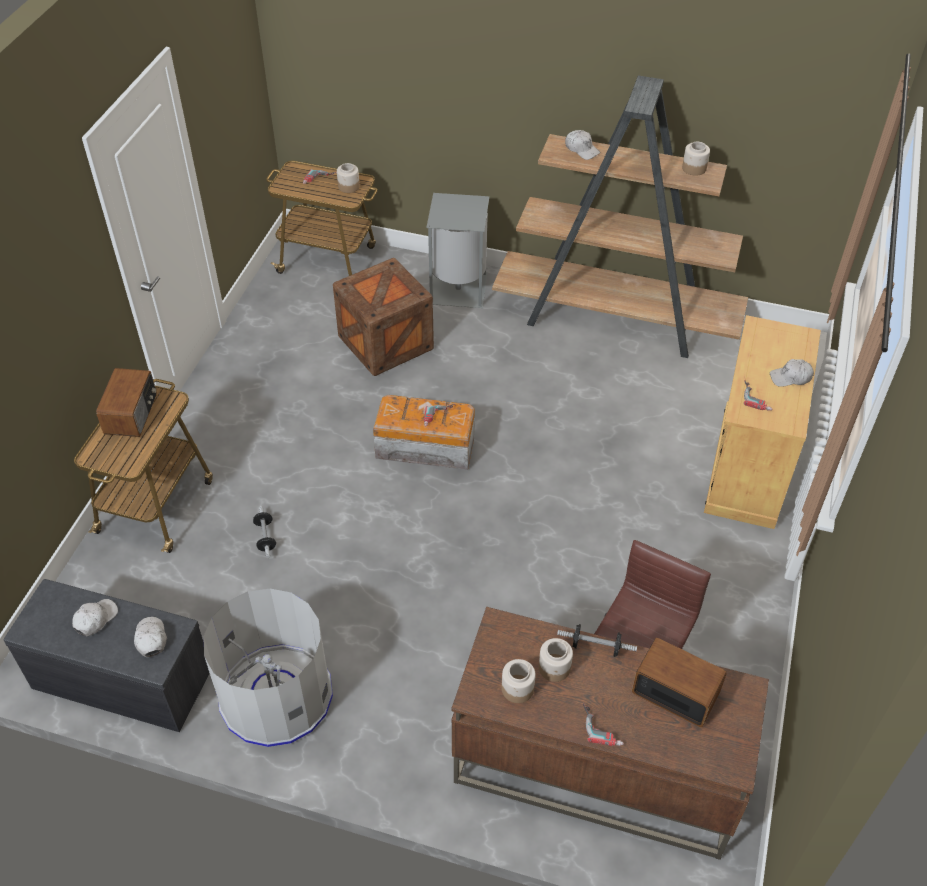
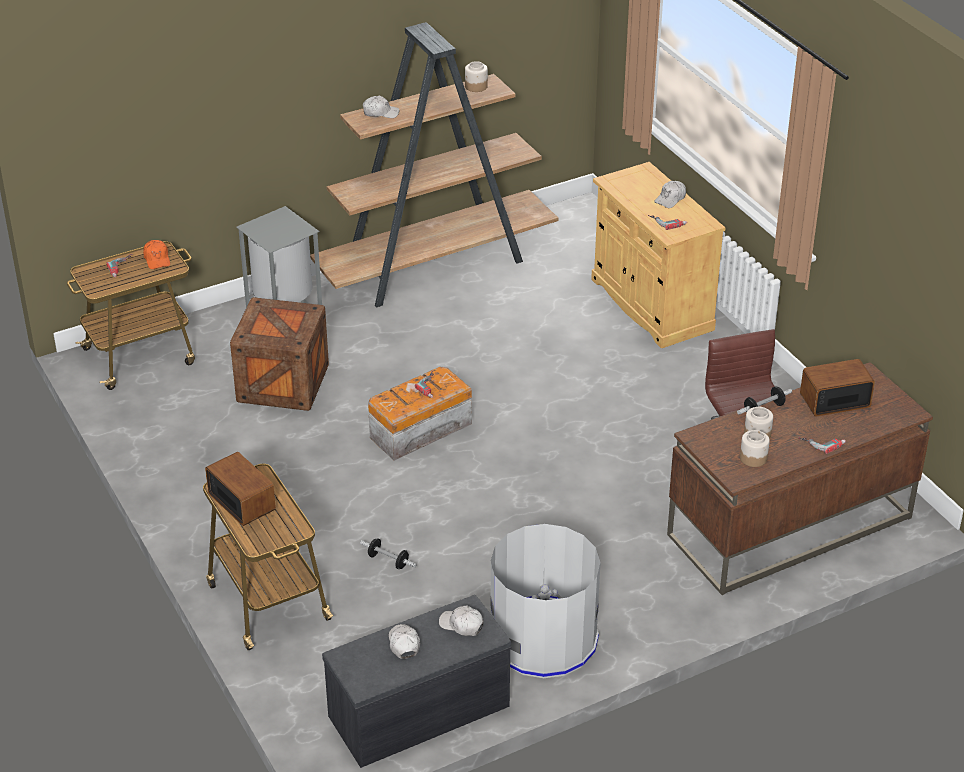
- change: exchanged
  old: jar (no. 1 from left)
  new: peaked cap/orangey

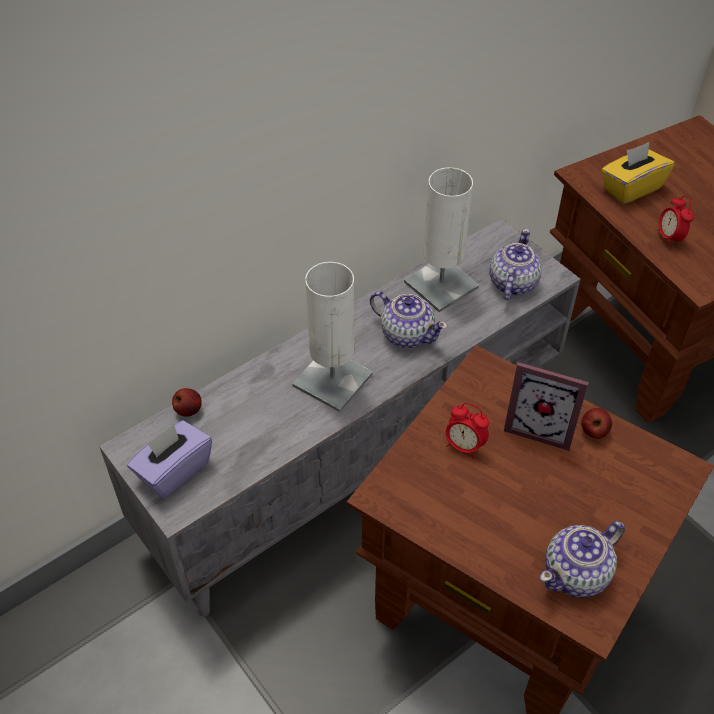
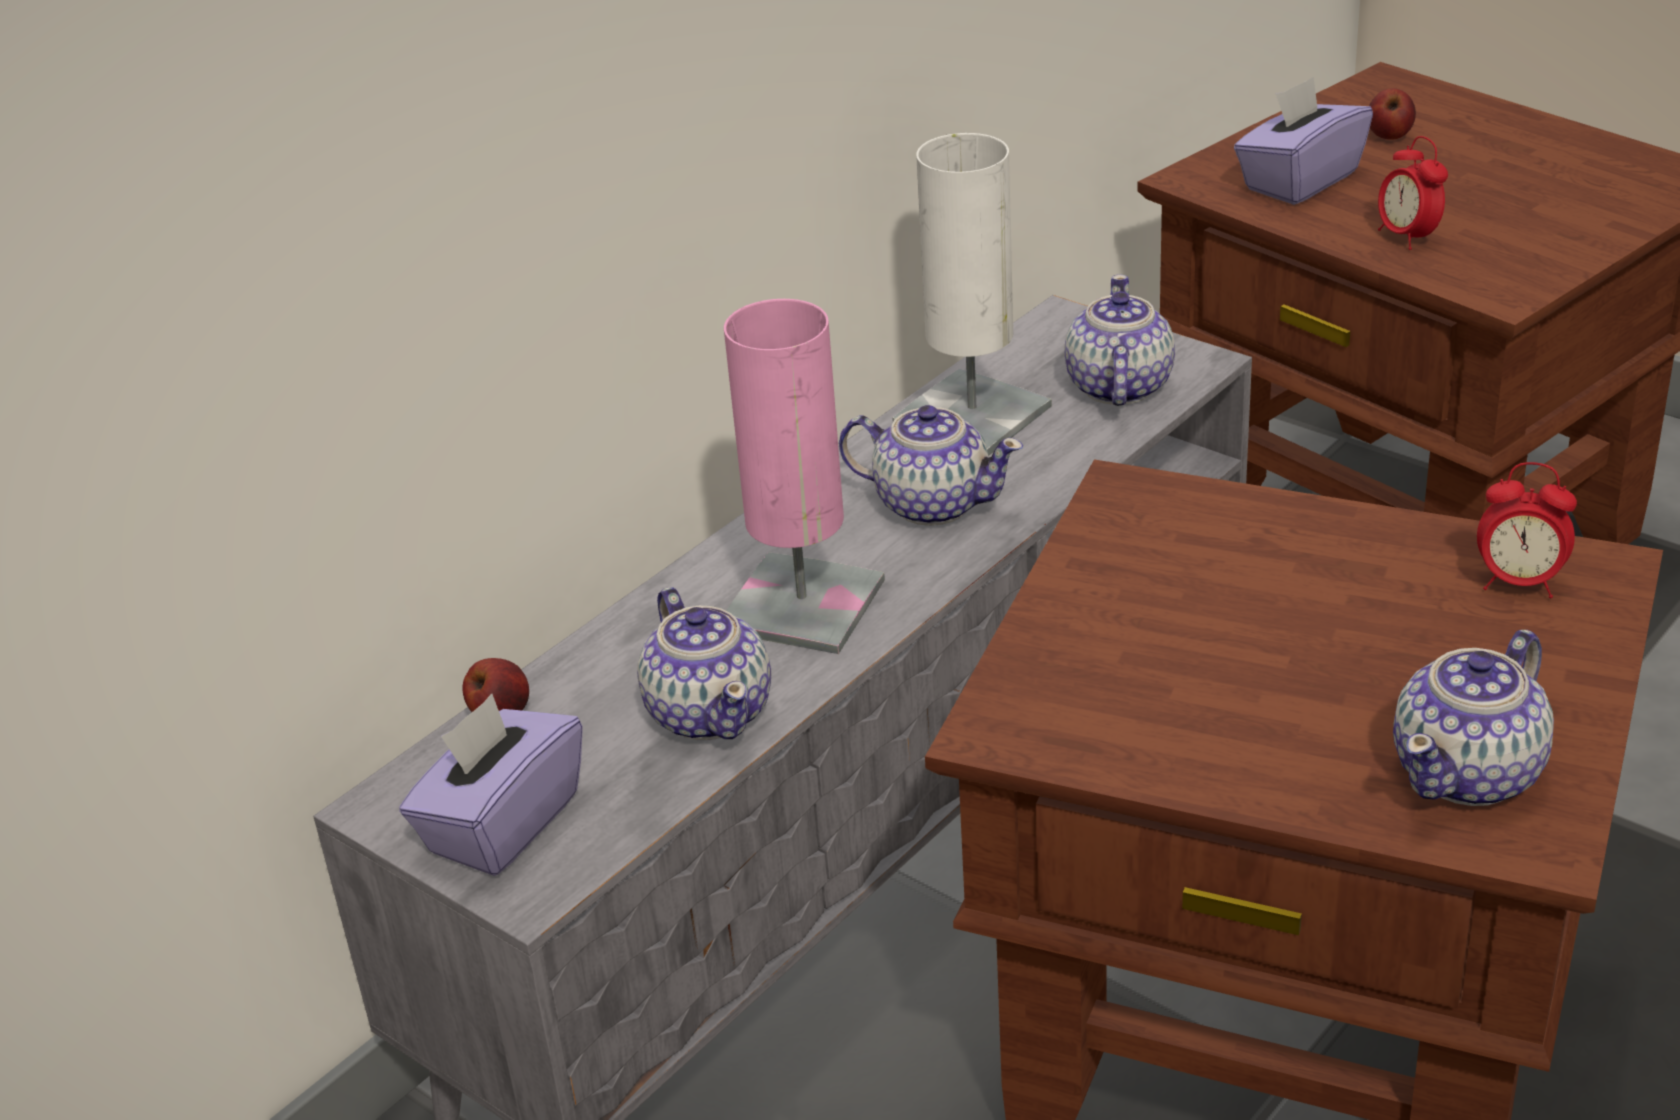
- change: missing
  old: standing frame
- change: appeared
  new: tea pot (no. 1 from left)
- change: relocated
  old: alarm clock (no. 1 from left in the first image)
  new: alarm clock (no. 2 from left)
- change: relocated
  old: apple fruit (no. 2 from left)
- change: colour
  old: lamp for a table/white-coloured (no. 1 from left)
  new: lamp for a table/pinkish
- change: colour
  old: tissue box/yellow
  new: tissue box/purple-coloured (no. 2 from left)

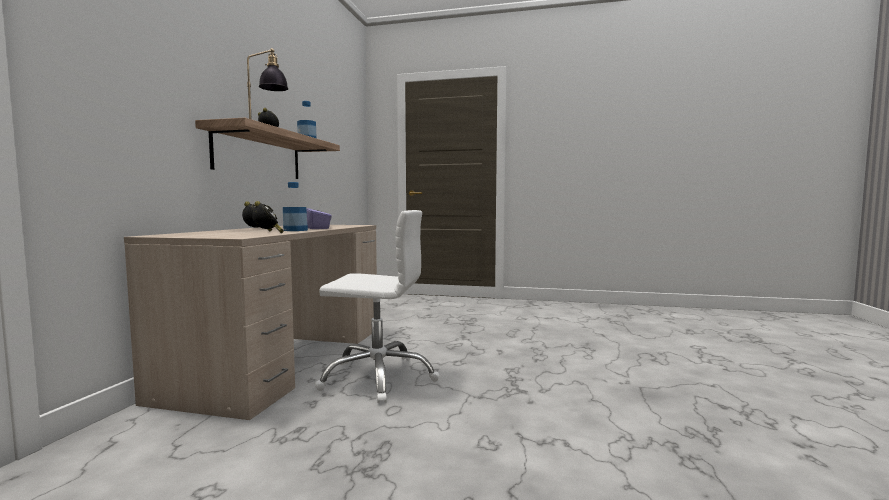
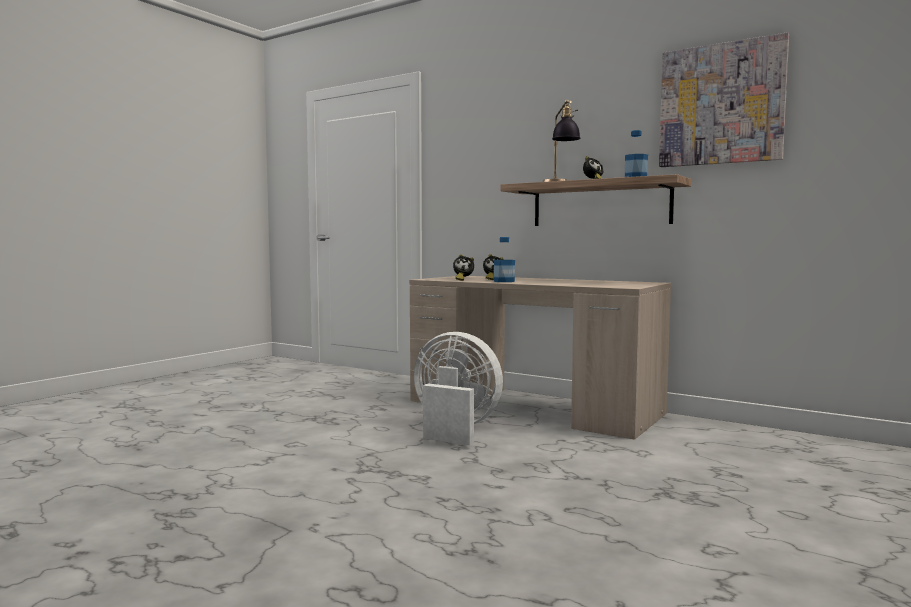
- change: missing
  old: tissue box/purple-coloured
- change: appeared
  new: wall picture
- change: exchanged
  old: office chair/white-coloured
  new: electric fan/white-coloured

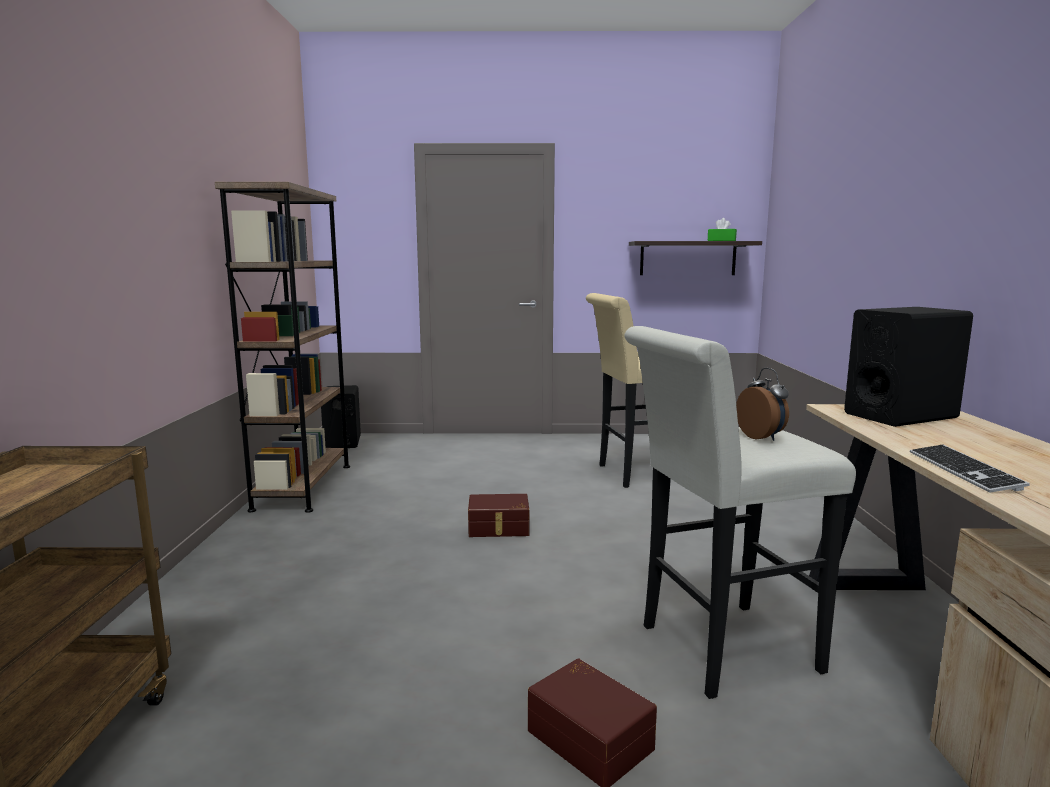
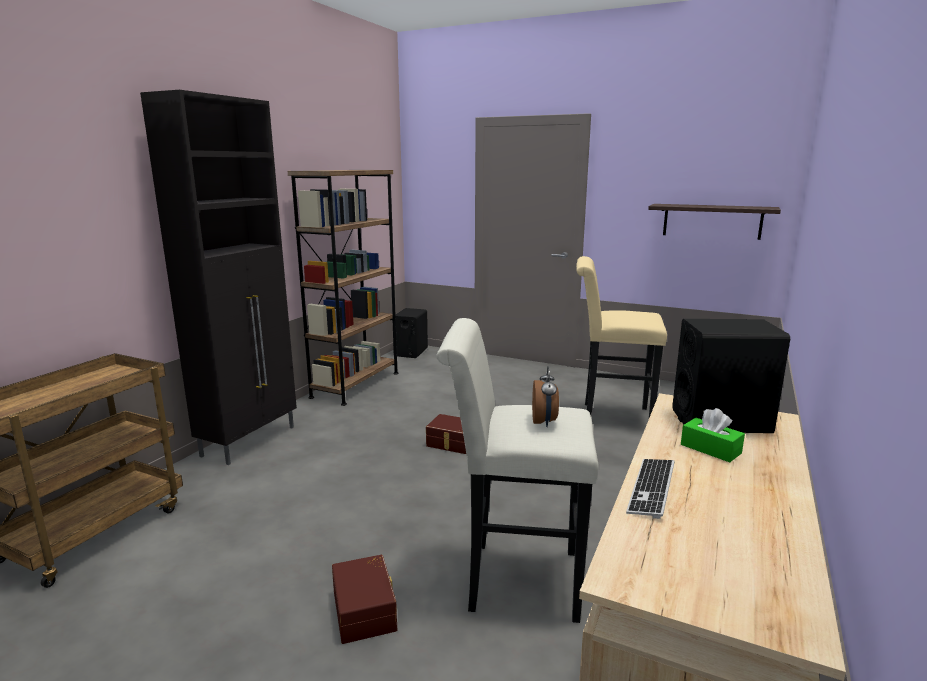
- change: appeared
  new: cupboard/black-coloured
- change: relocated
  old: tissue box/green-coloured

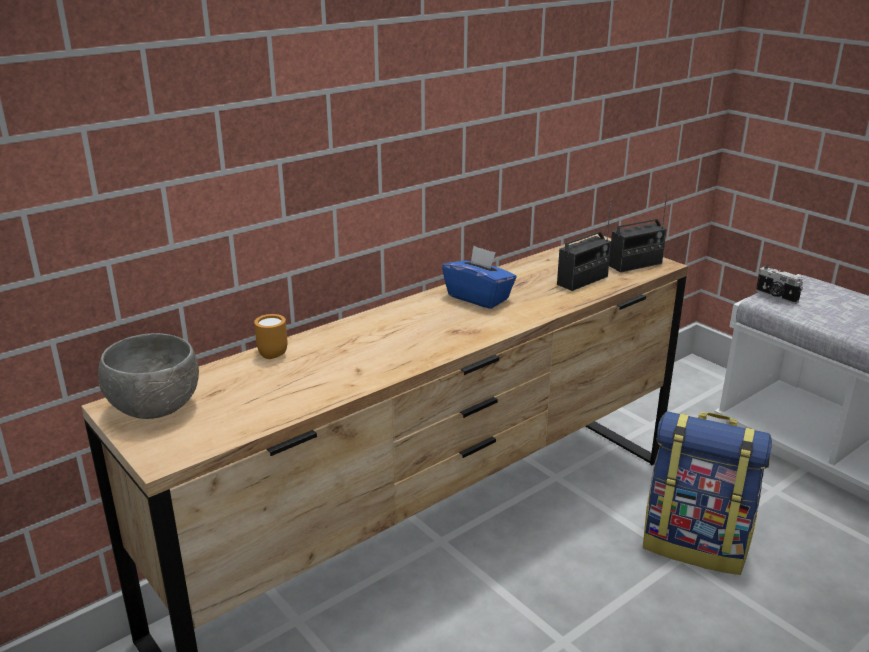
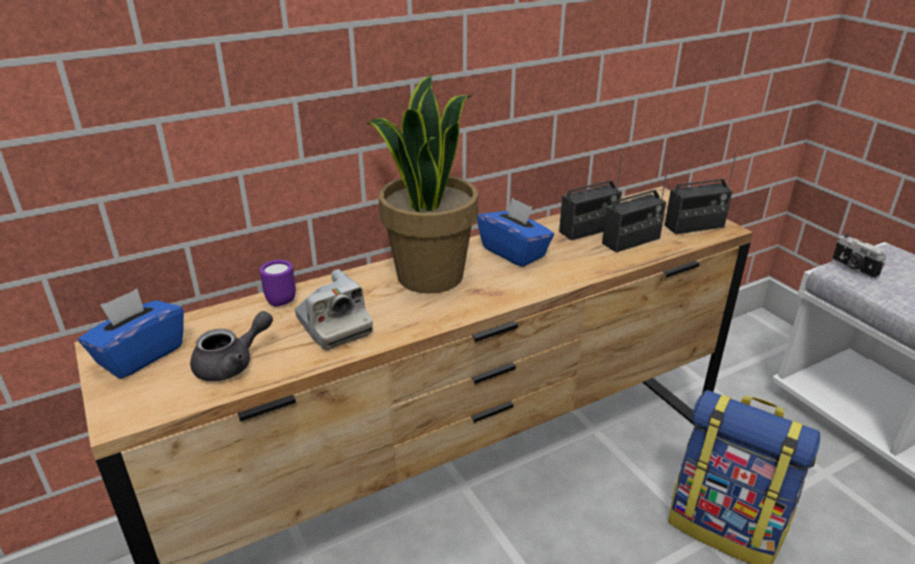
- change: appeared
  new: tea pot/greyish
- change: appeared
  new: still camera (no. 1 from left)
- change: appeared
  new: houseplant
- change: appeared
  new: radio receiver (no. 1 from left)
- change: exchanged
  old: bowl/greyish
  new: tissue box/bluish (no. 1 from left)
- change: colour
  old: coffee mug/orangey
  new: coffee mug/purple-coloured

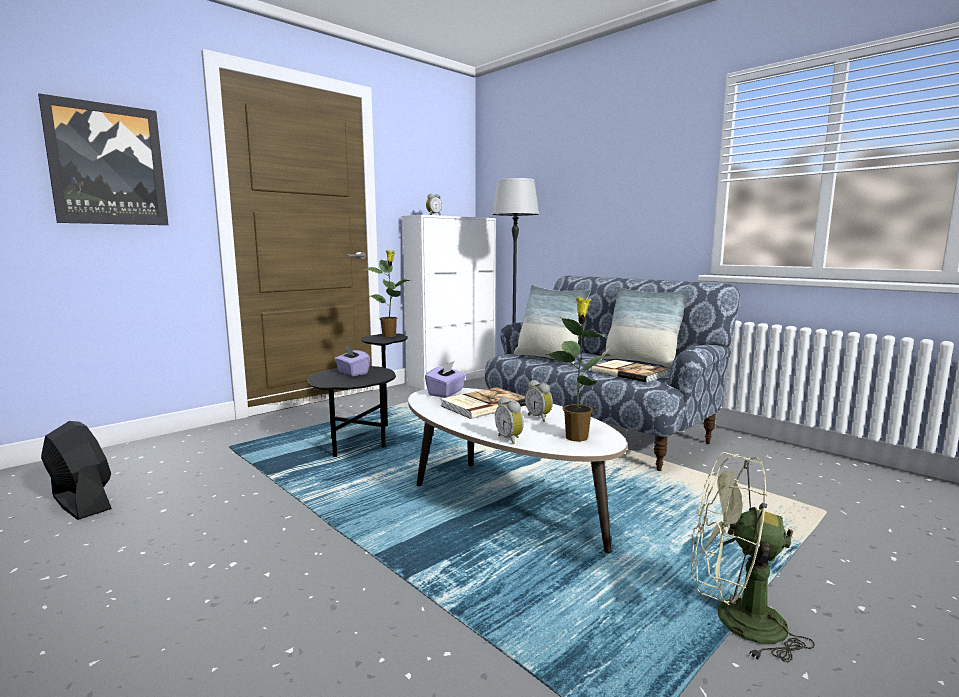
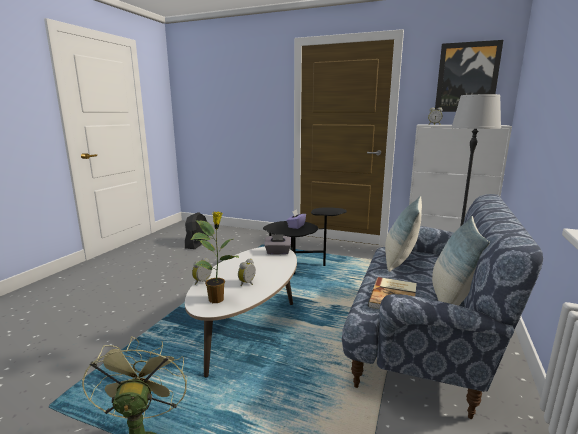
- change: missing
  old: houseplant (no. 1 from left)
- change: missing
  old: bound book (no. 1 from left)
- change: relocated
  old: wall picture
- change: colour
  old: tissue box/purple-coloured (no. 2 from left)
  new: tissue box/greyish

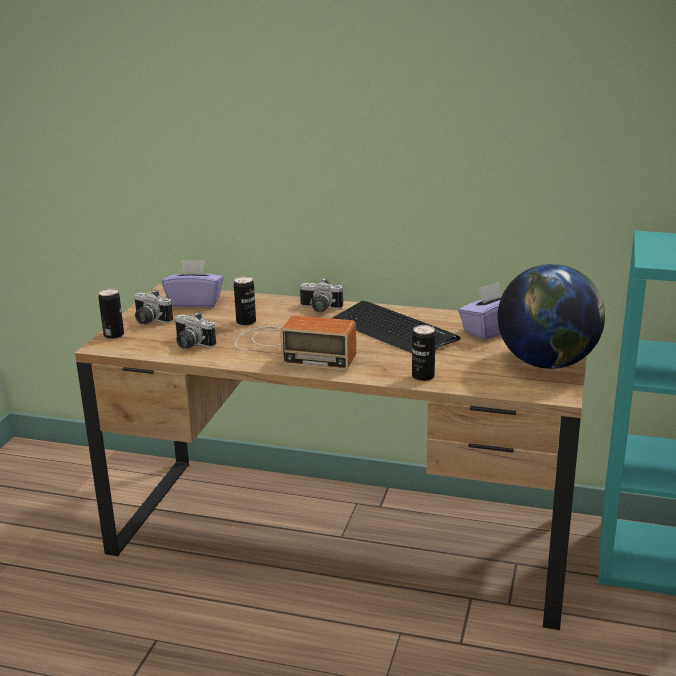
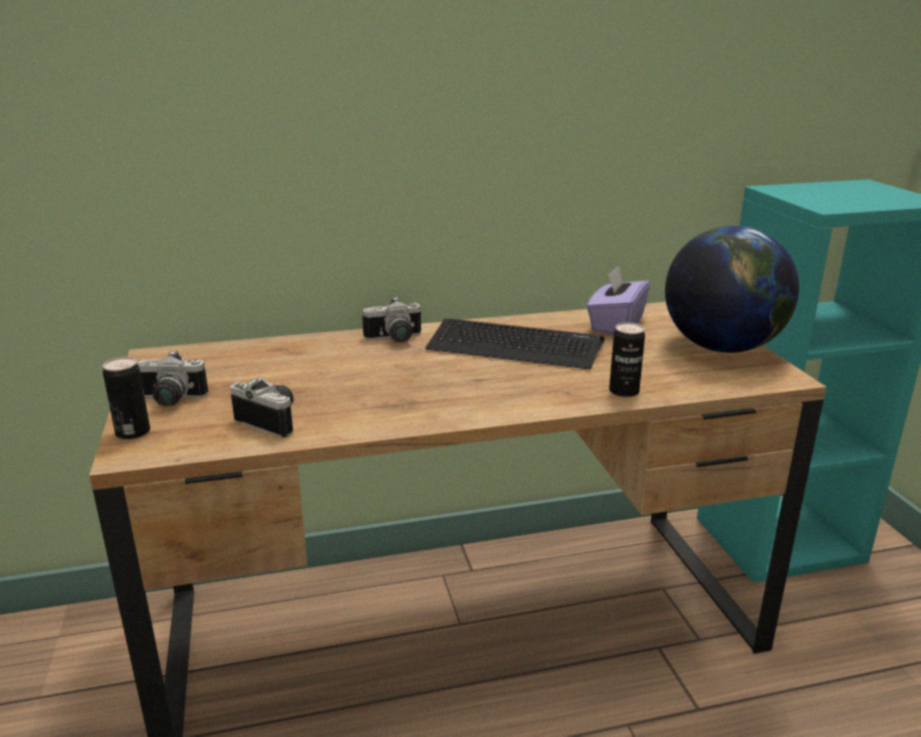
- change: missing
  old: tissue box/purple-coloured (no. 1 from left)
- change: missing
  old: metal can (no. 2 from left)
- change: missing
  old: radio receiver
- change: spun
  old: still camera (no. 2 from left)
  degrees: -150

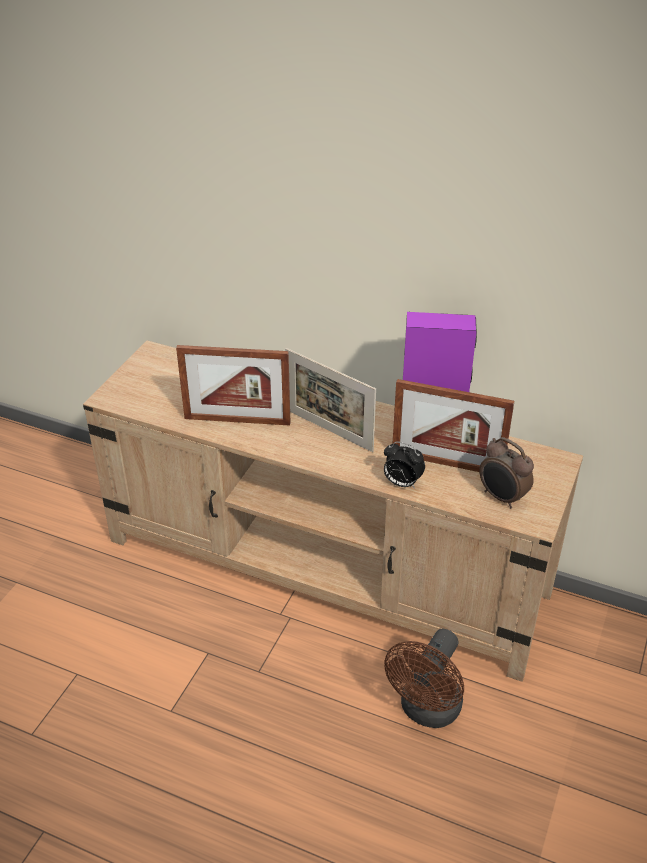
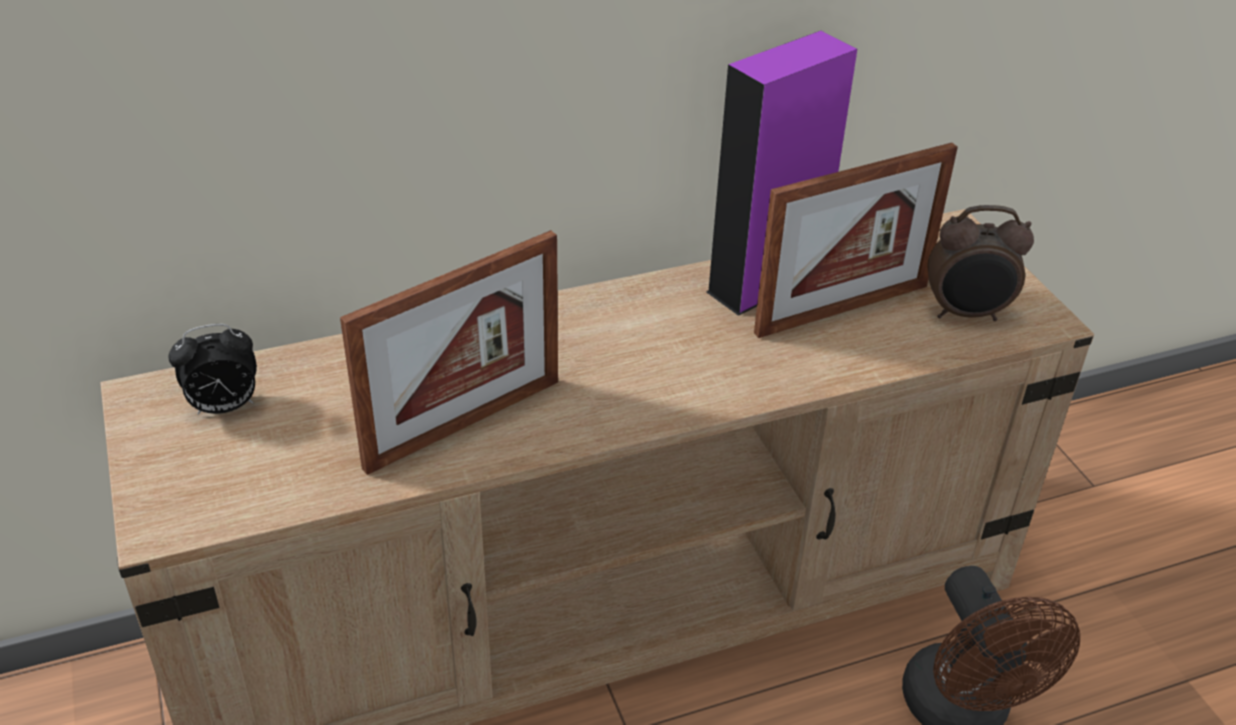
- change: missing
  old: standing frame (no. 2 from left)
- change: relocated
  old: alarm clock (no. 1 from left)

